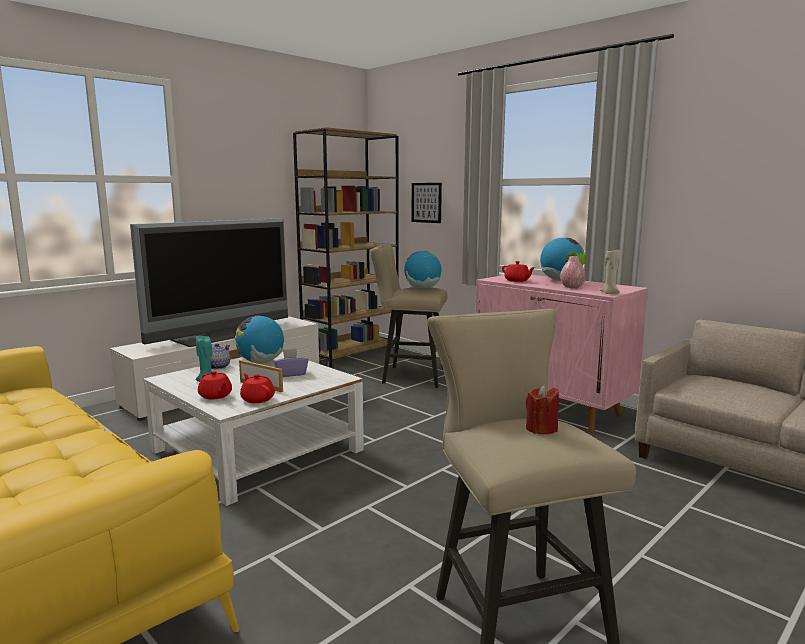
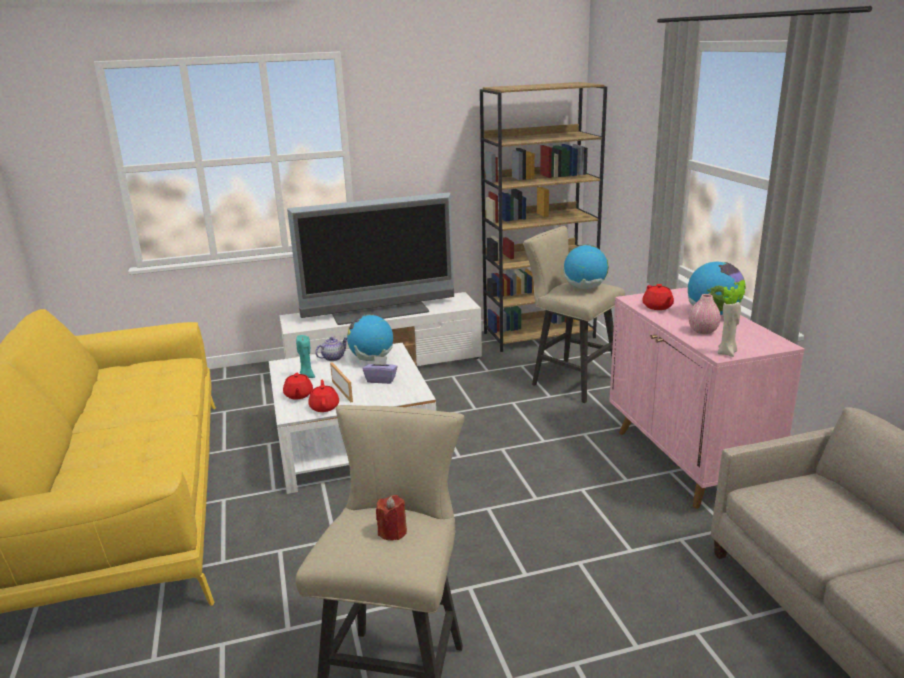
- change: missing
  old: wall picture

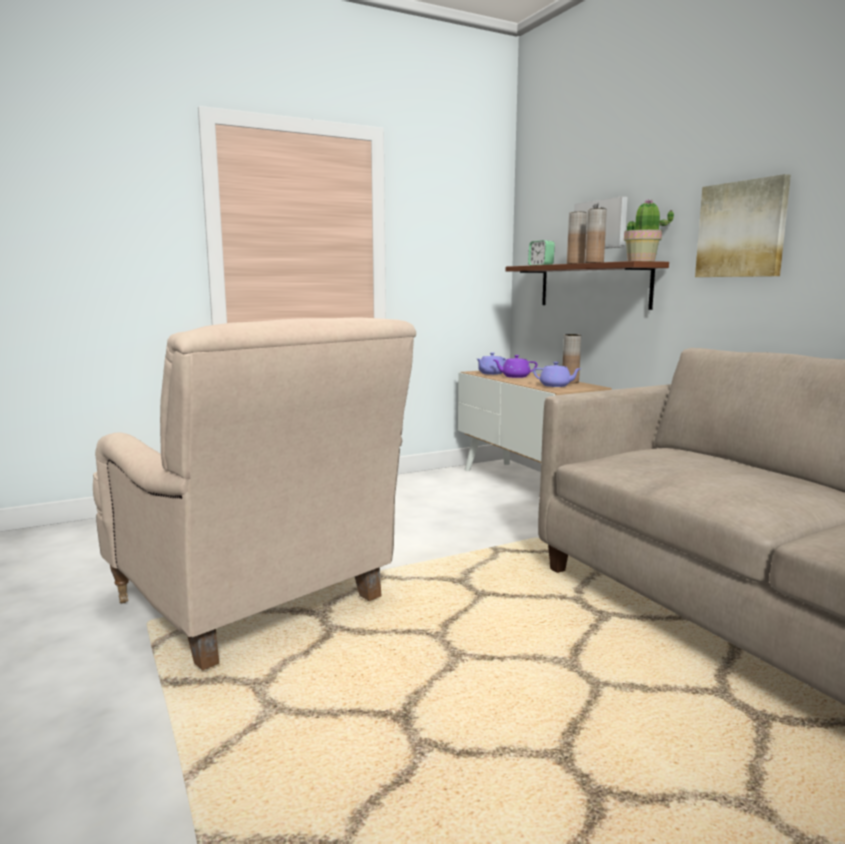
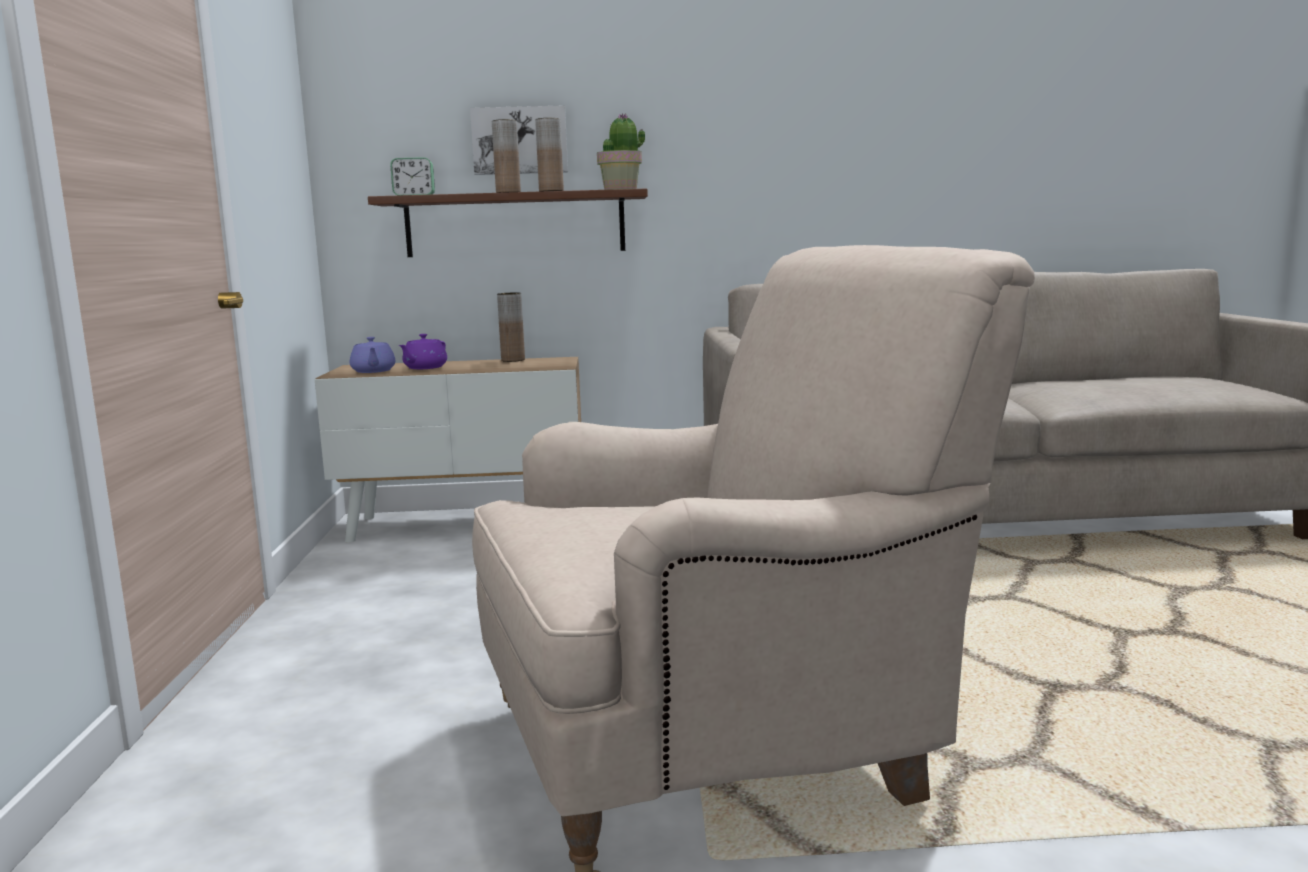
- change: missing
  old: tea pot/purple-coloured (no. 3 from left)
- change: missing
  old: wall picture (no. 2 from left)

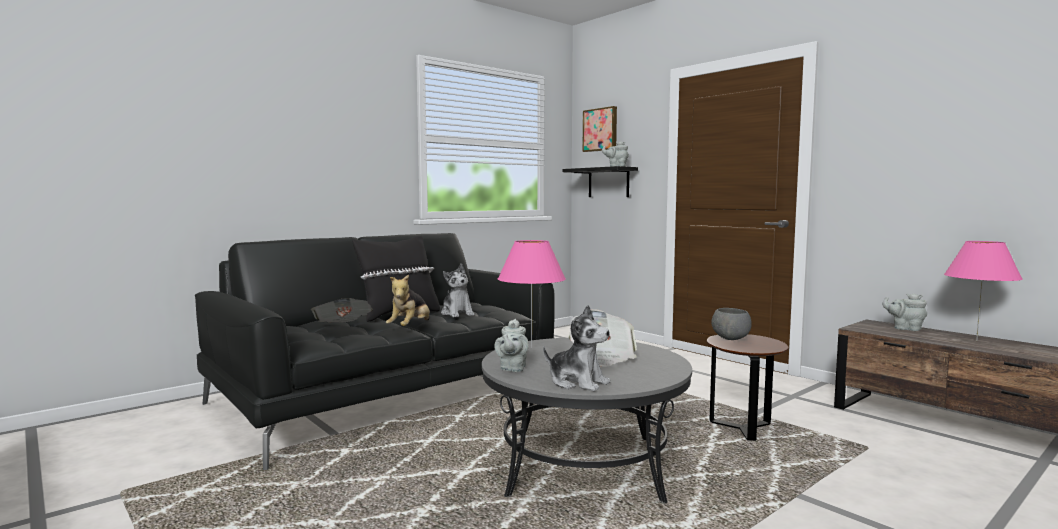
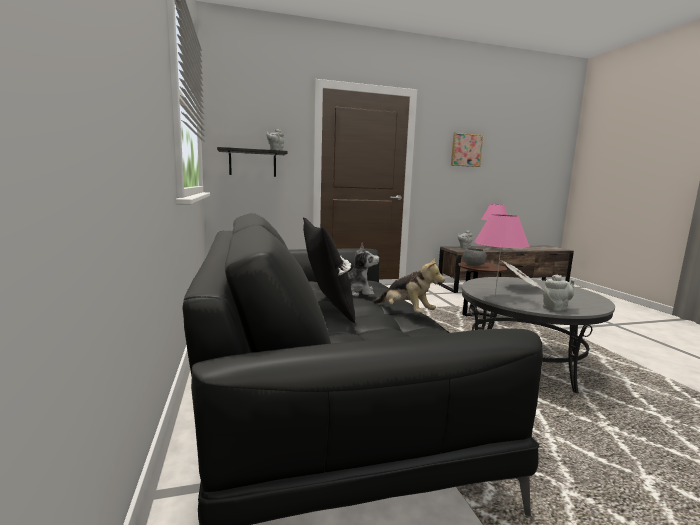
- change: missing
  old: newspaper (no. 1 from left)
- change: missing
  old: soft toy (no. 3 from left)
- change: relocated
  old: wall picture
- change: spun
  old: tea pot/greyish (no. 1 from left in the first image)
  degrees: -60

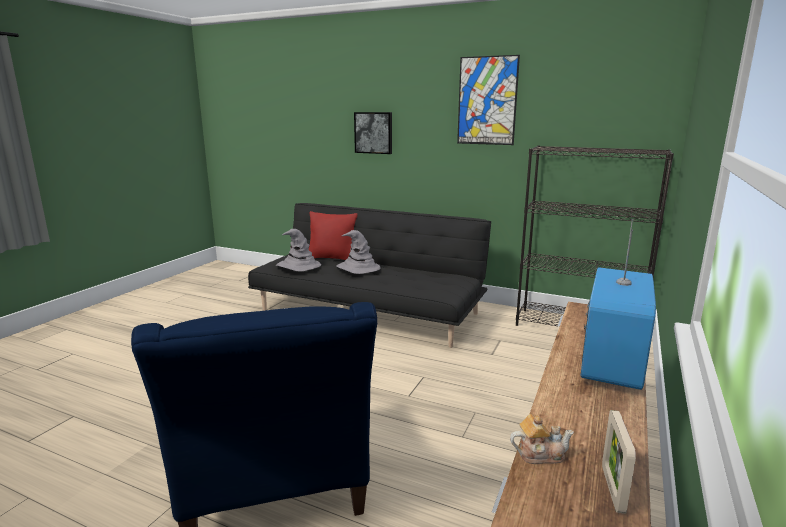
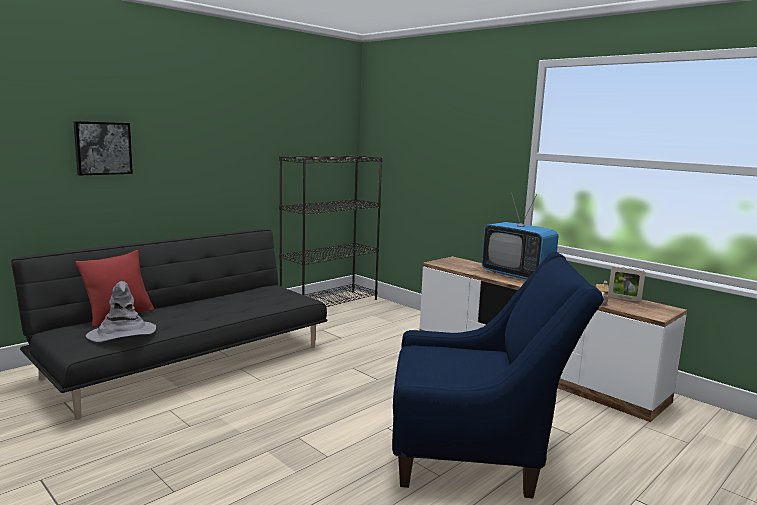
- change: missing
  old: wearable hat/greyish (no. 2 from left)
- change: missing
  old: wall picture (no. 2 from left)

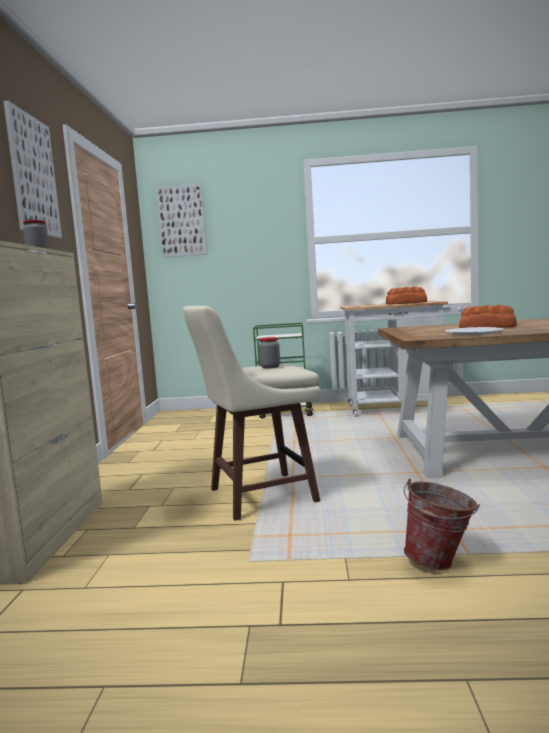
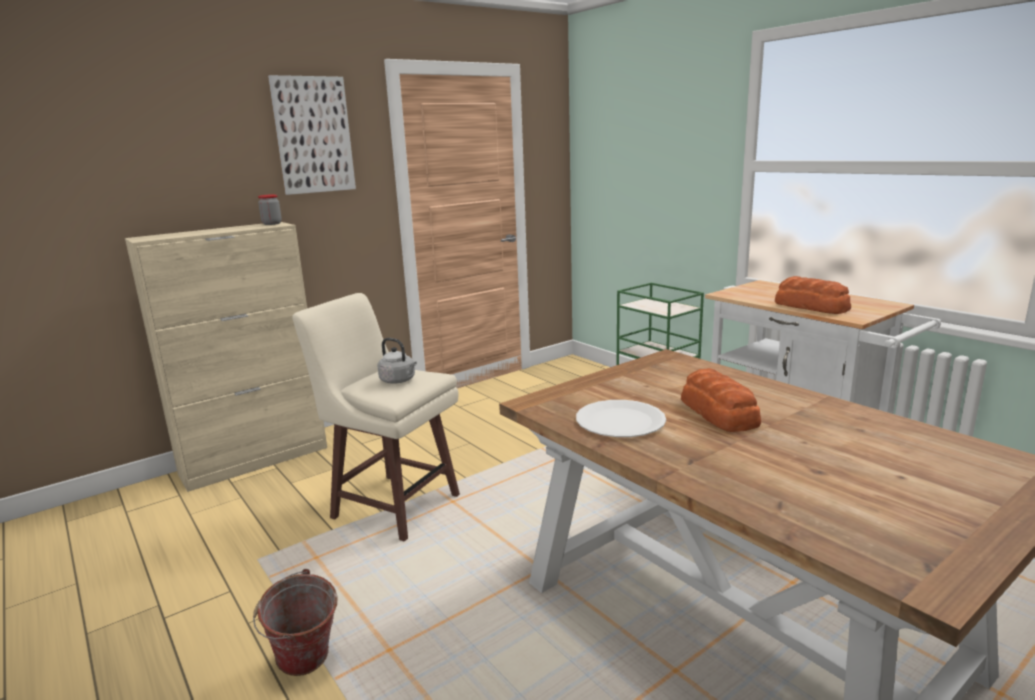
- change: missing
  old: wall picture (no. 2 from left)
- change: exchanged
  old: jar (no. 2 from left)
  new: tea kettle/greyish

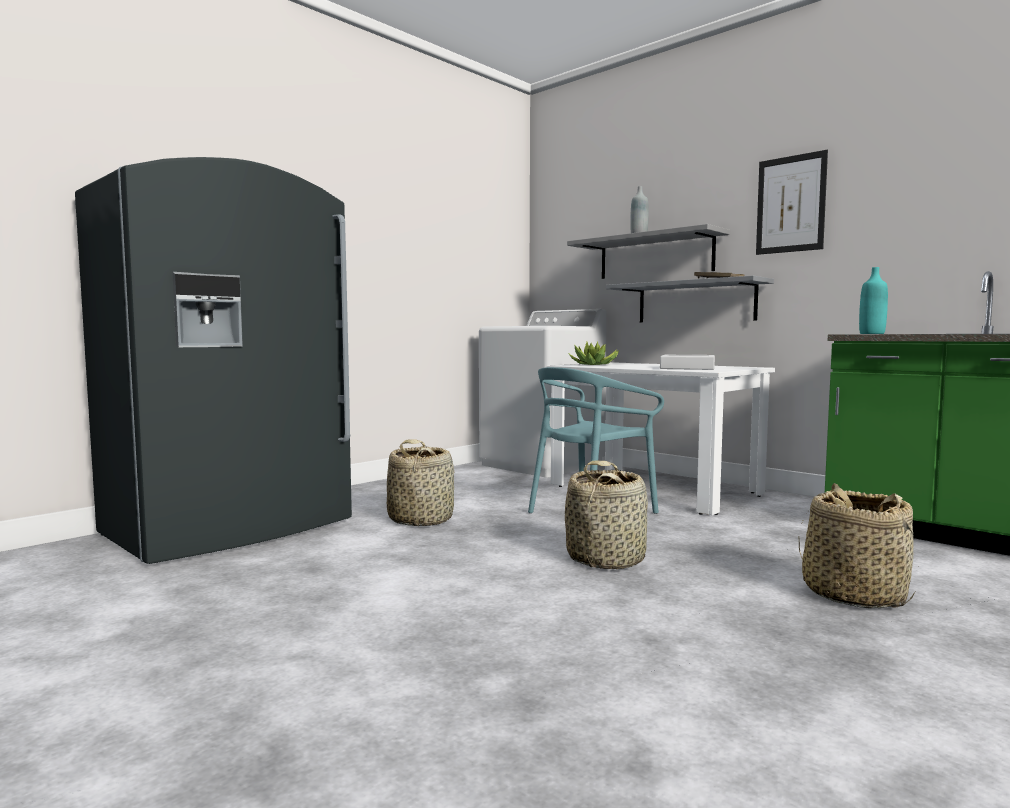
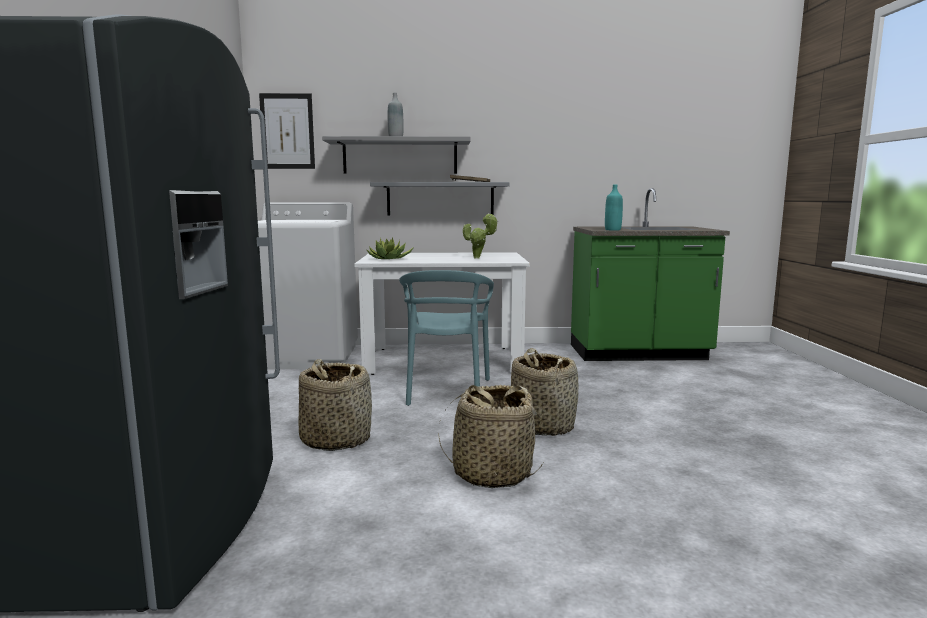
- change: relocated
  old: wall picture
- change: relocated
  old: storage basket (no. 3 from left in the first image)
  new: storage basket (no. 2 from left)
- change: exchanged
  old: serving tray/greyish
  new: houseplant (no. 2 from left)

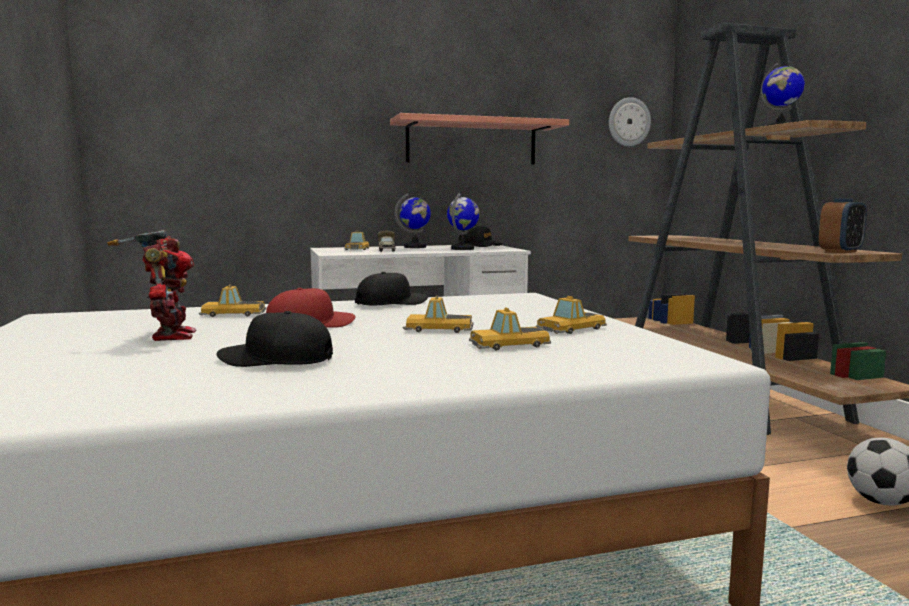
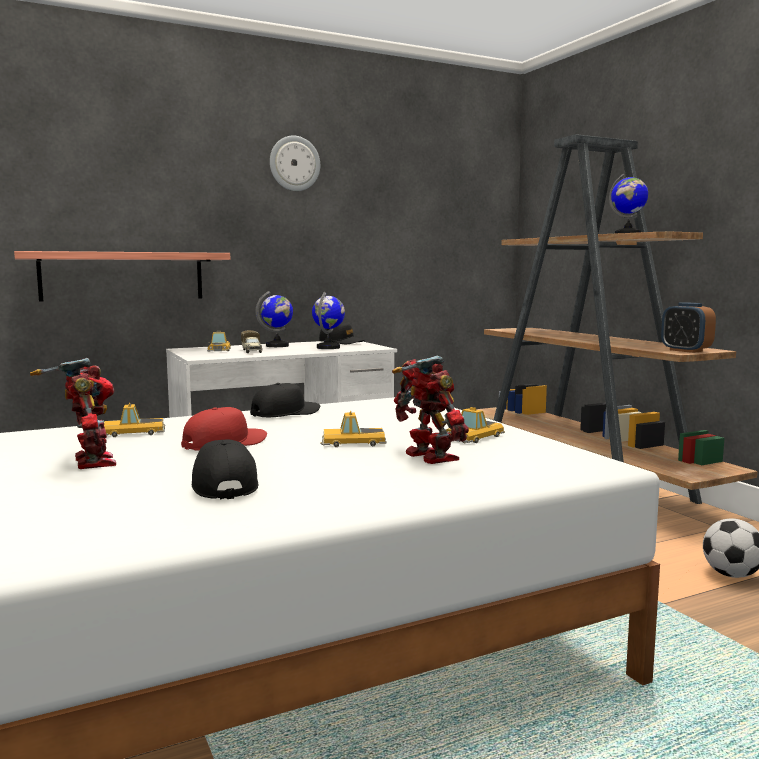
- change: relocated
  old: bracket shelf
- change: relocated
  old: hanging clock
- change: exchanged
  old: toy car (no. 4 from left)
  new: toy robot (no. 2 from left)
- change: spun
  old: peaked cap/black-coloured (no. 1 from left)
  degrees: 75
- change: spun
  old: alarm clock
  degrees: 105

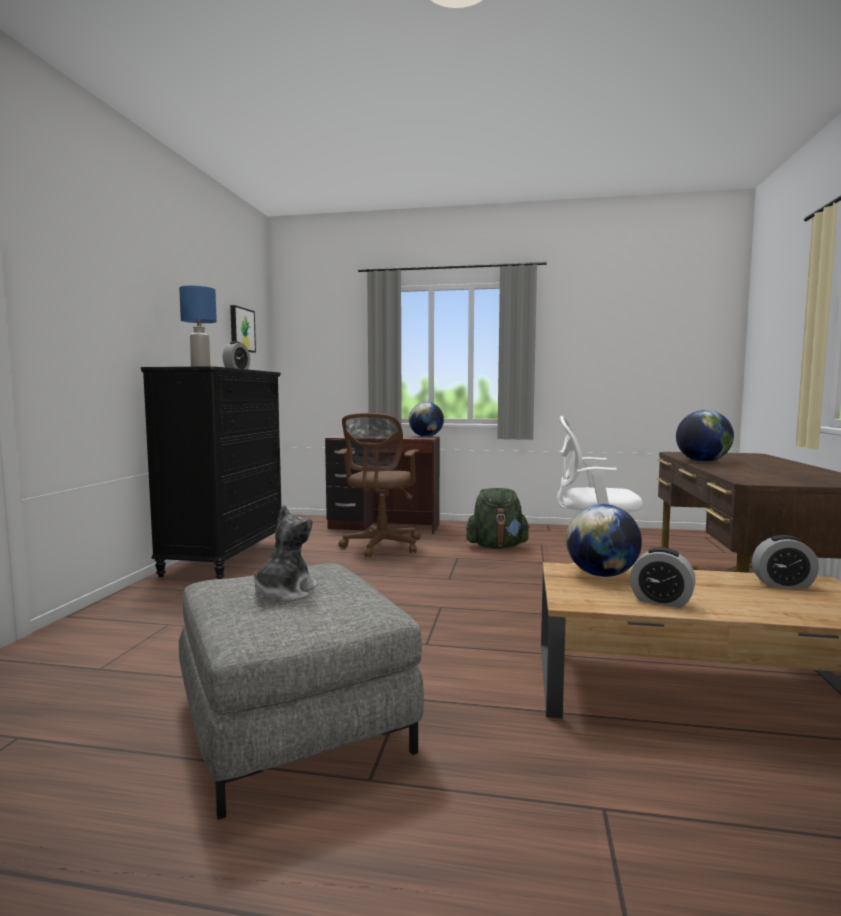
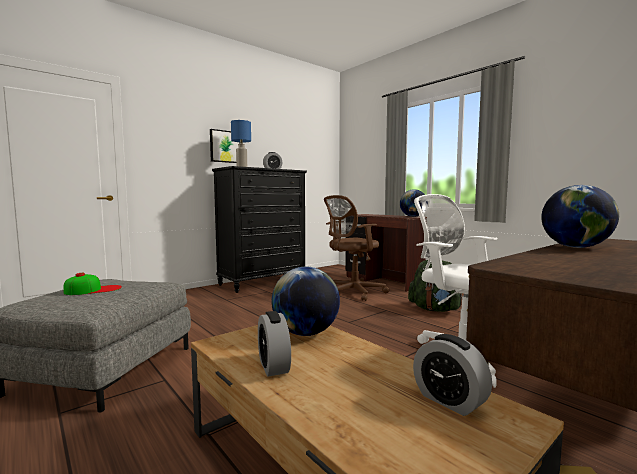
- change: relocated
  old: wall picture
- change: exchanged
  old: soft toy
  new: peaked cap

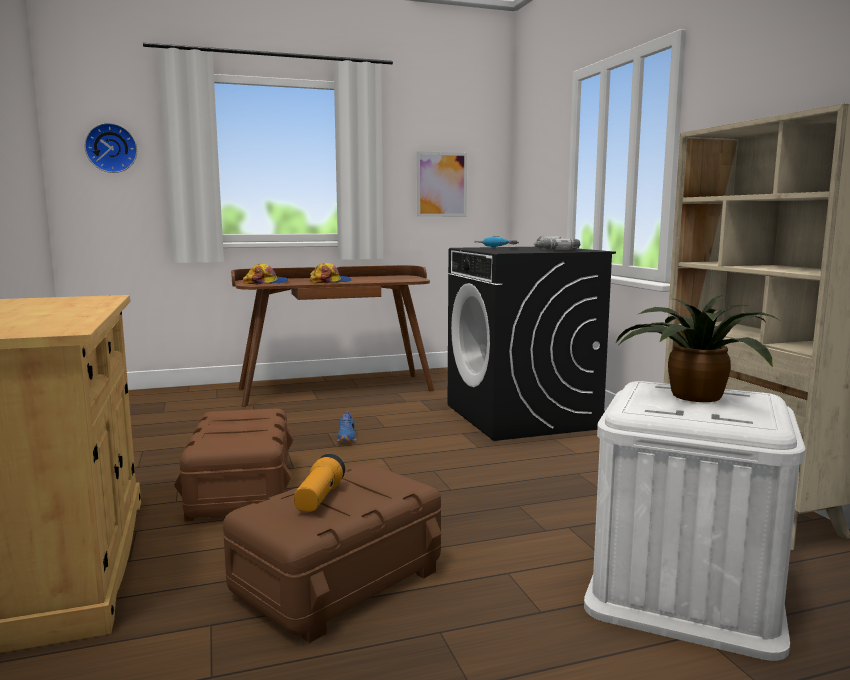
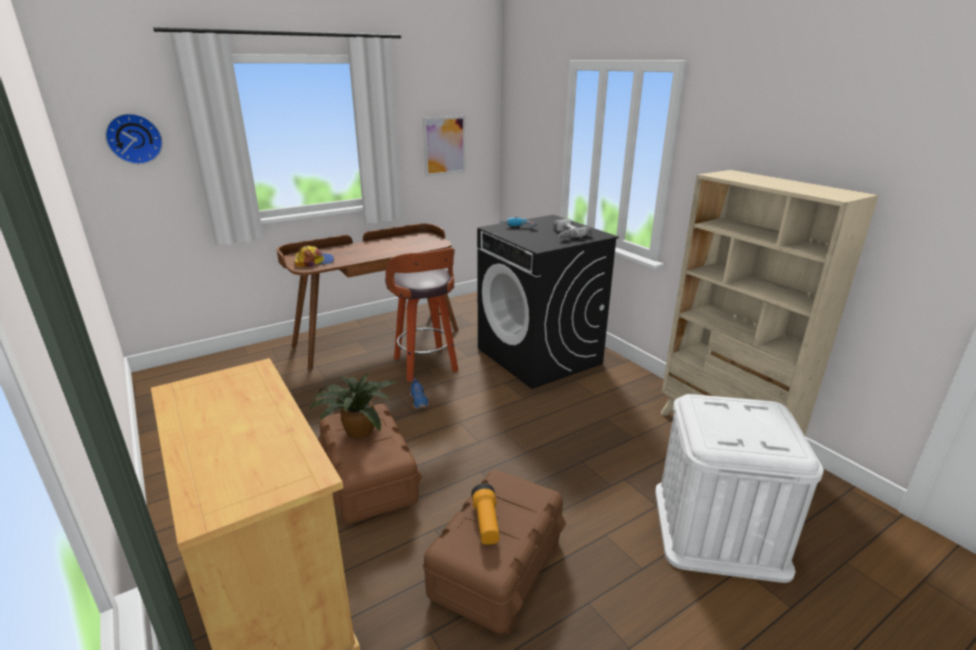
- change: missing
  old: peaked cap (no. 2 from left)
- change: appeared
  new: stool
- change: relocated
  old: houseplant

